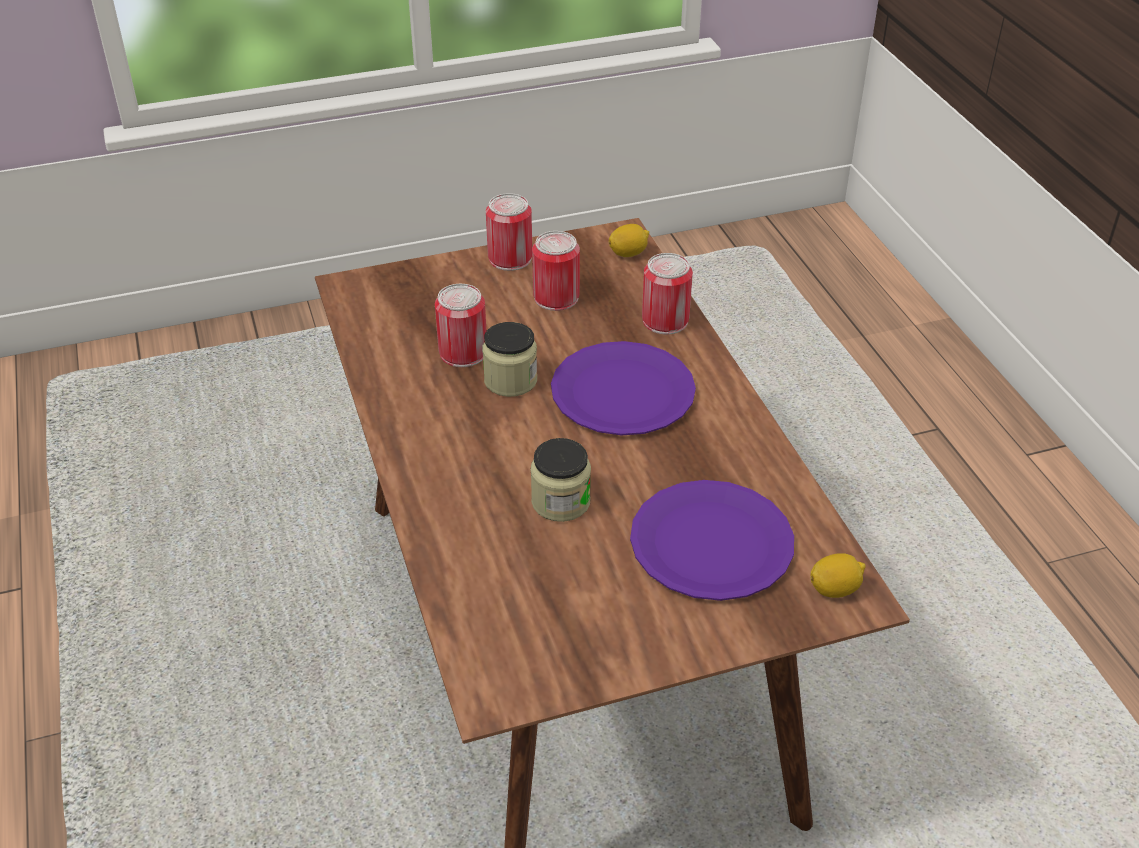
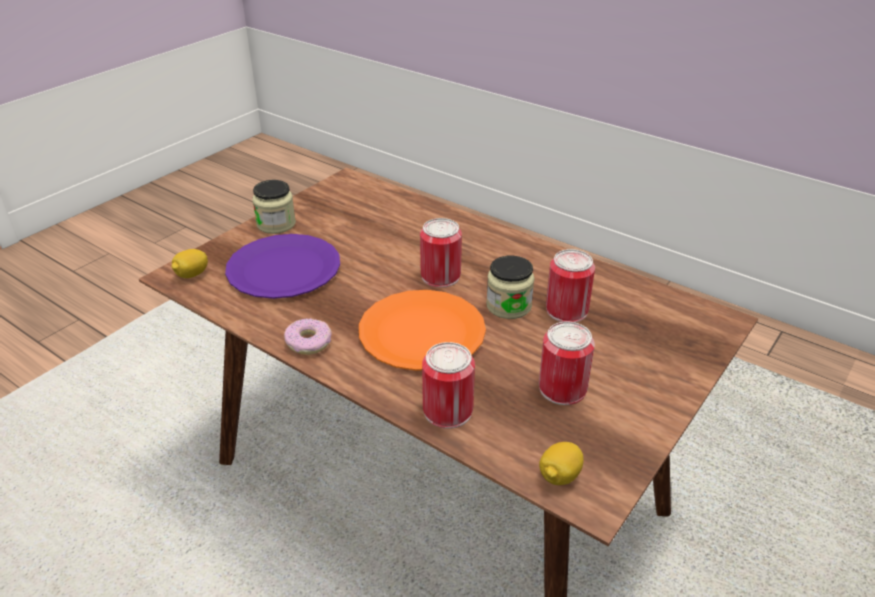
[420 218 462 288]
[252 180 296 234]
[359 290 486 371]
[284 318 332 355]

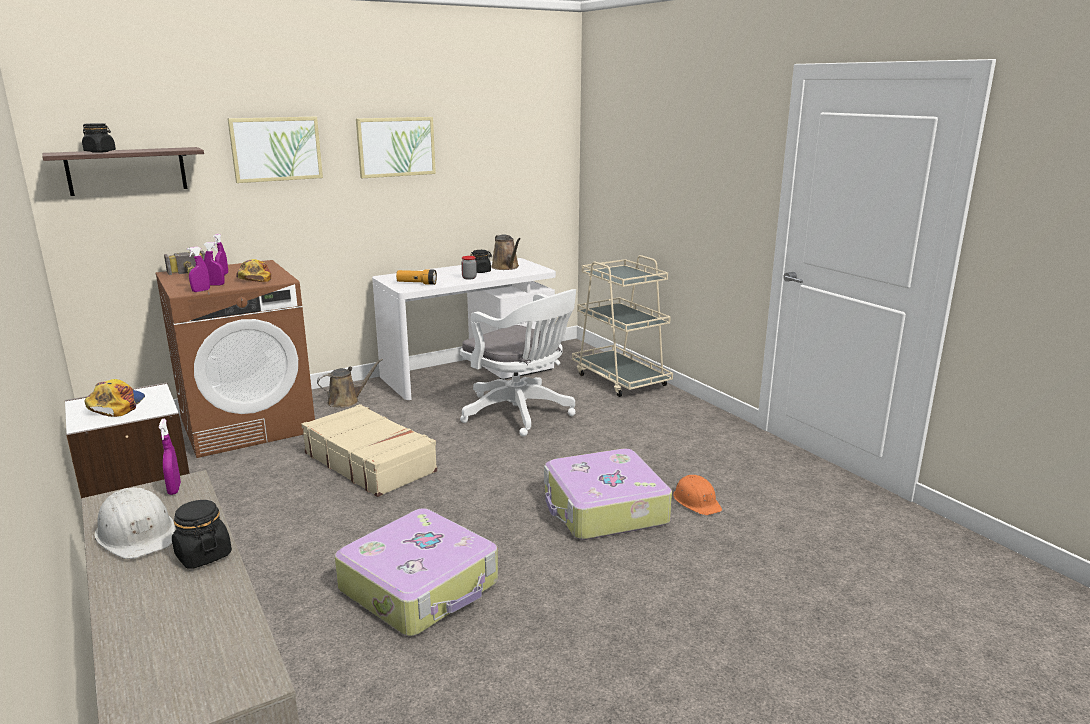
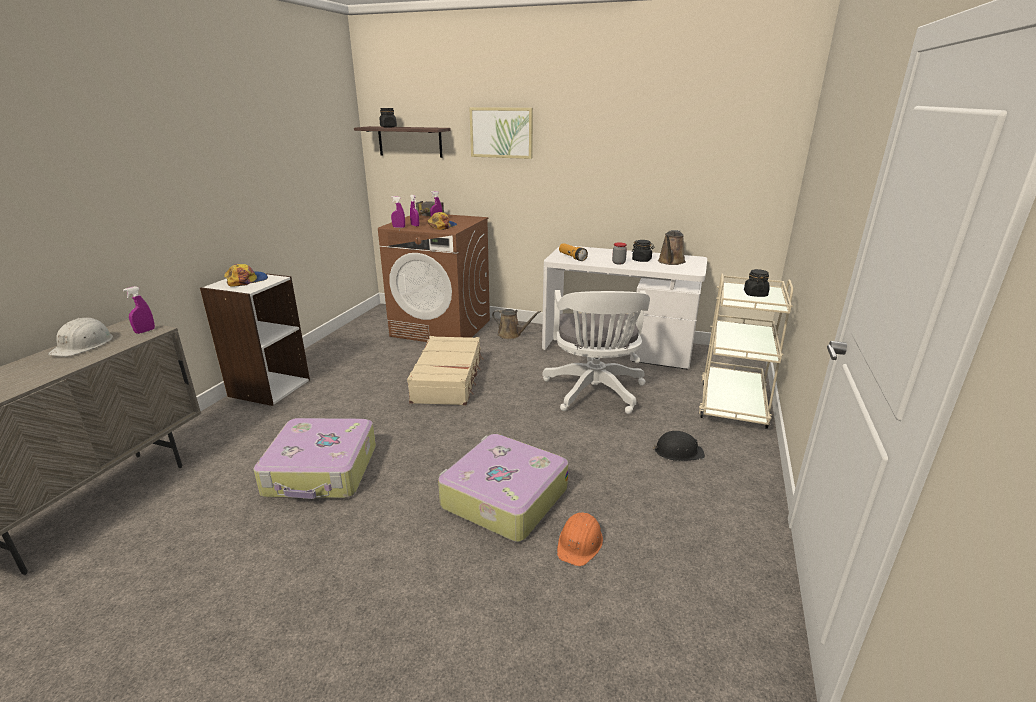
[744 269 770 297]
[356 117 436 178] (first image)
[652 431 705 461]

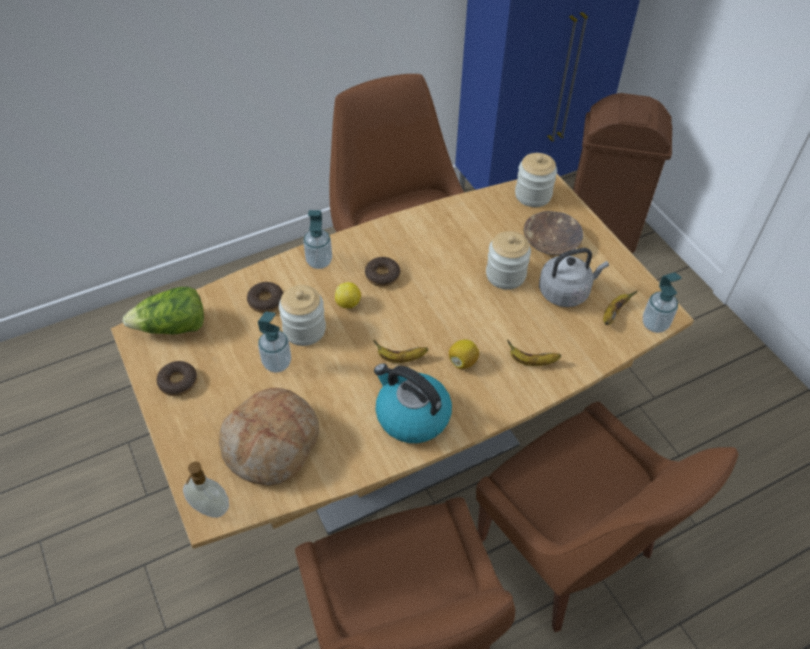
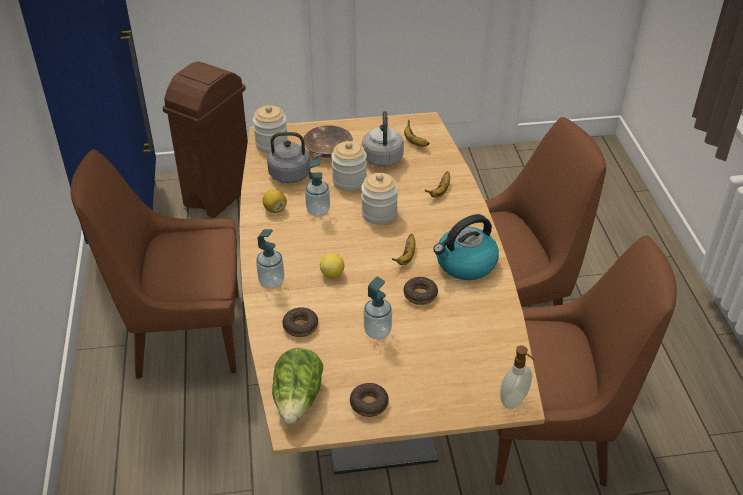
[219 388 319 486] (first image)
[361 173 398 224]
[403 277 438 305]
[263 189 287 213]
[305 159 330 216]
[267 132 322 183]

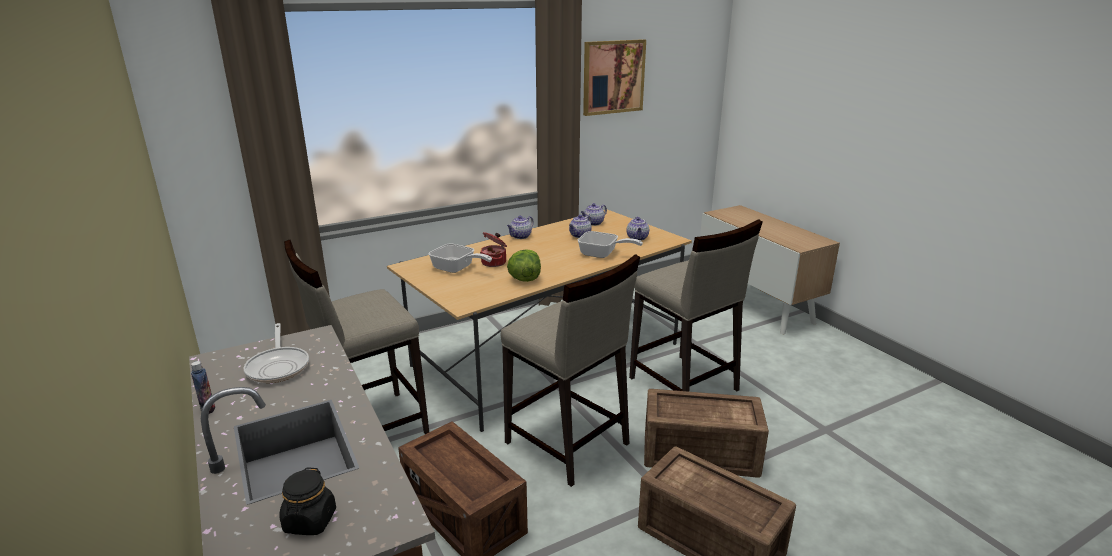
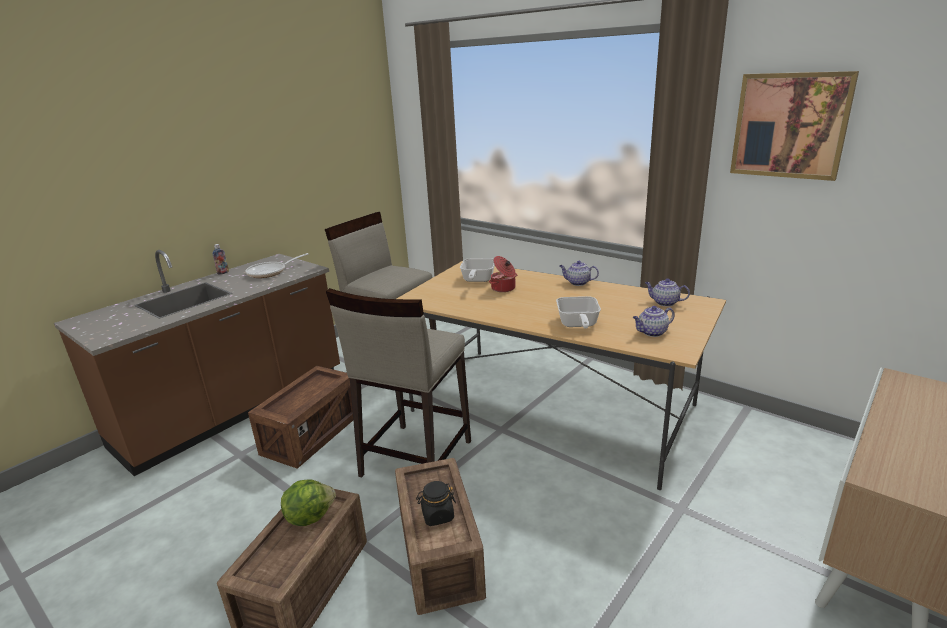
[416 481 456 526]
[281 479 336 526]
[569 215 592 238] (first image)
[629 219 763 392] (first image)

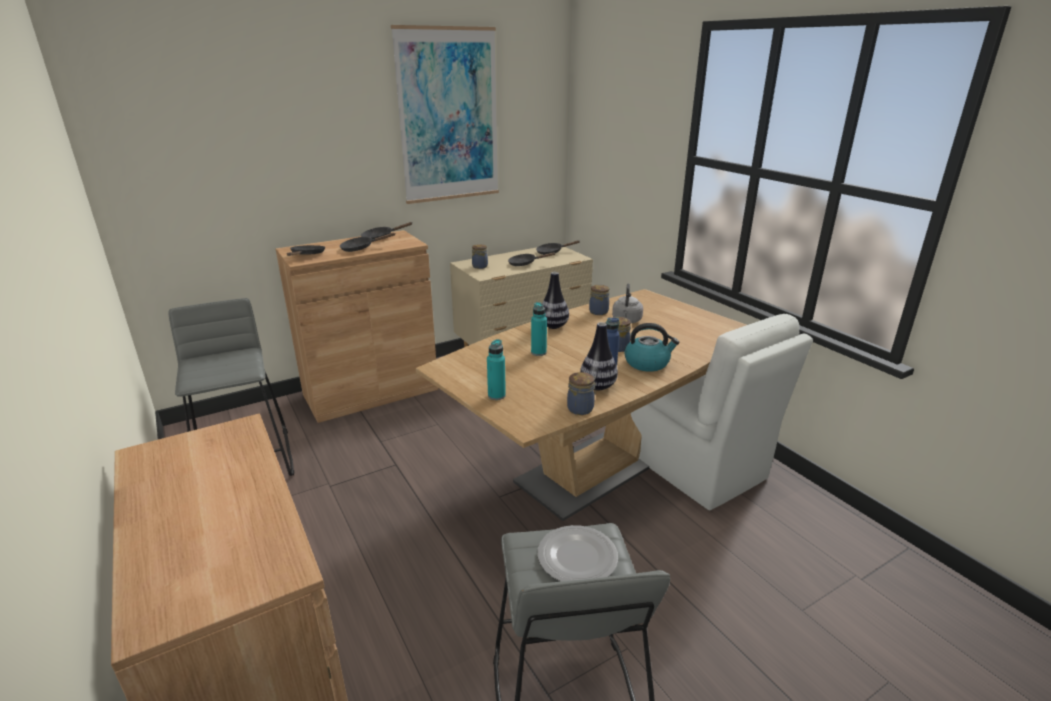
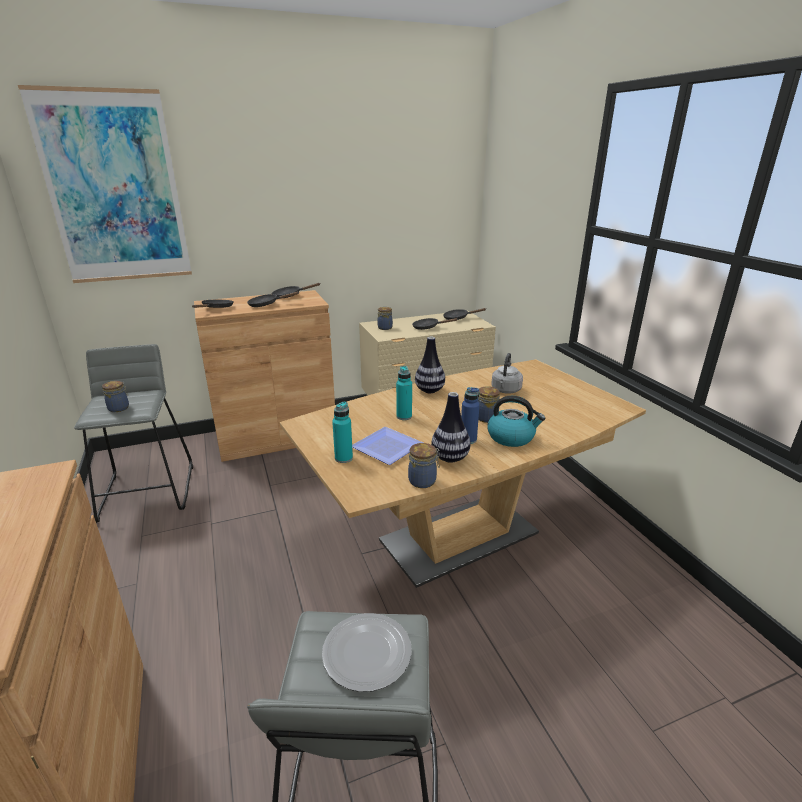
[18 85 192 283]
[102 381 129 412]
[631 314 813 510] (first image)
[352 427 423 465]

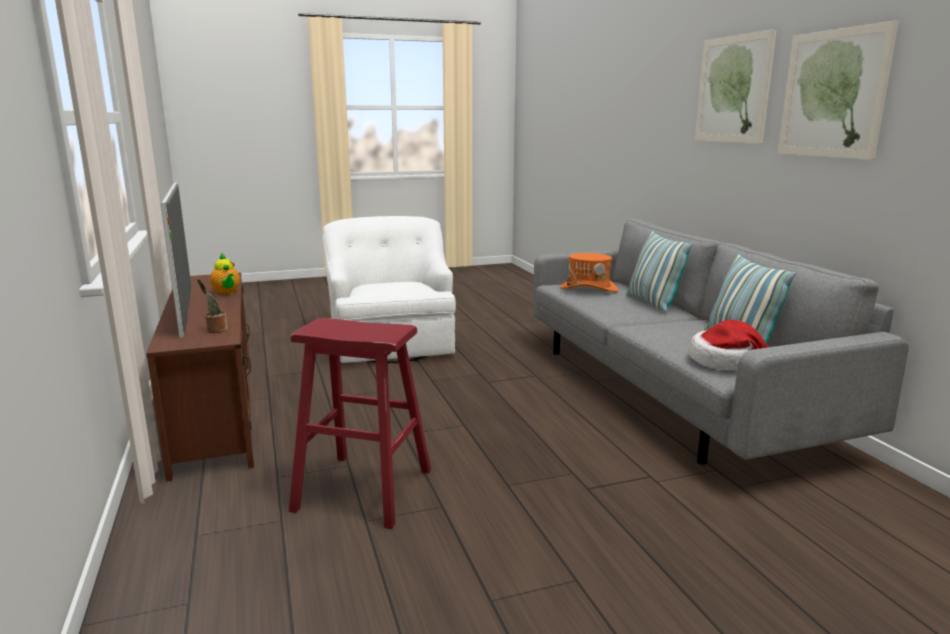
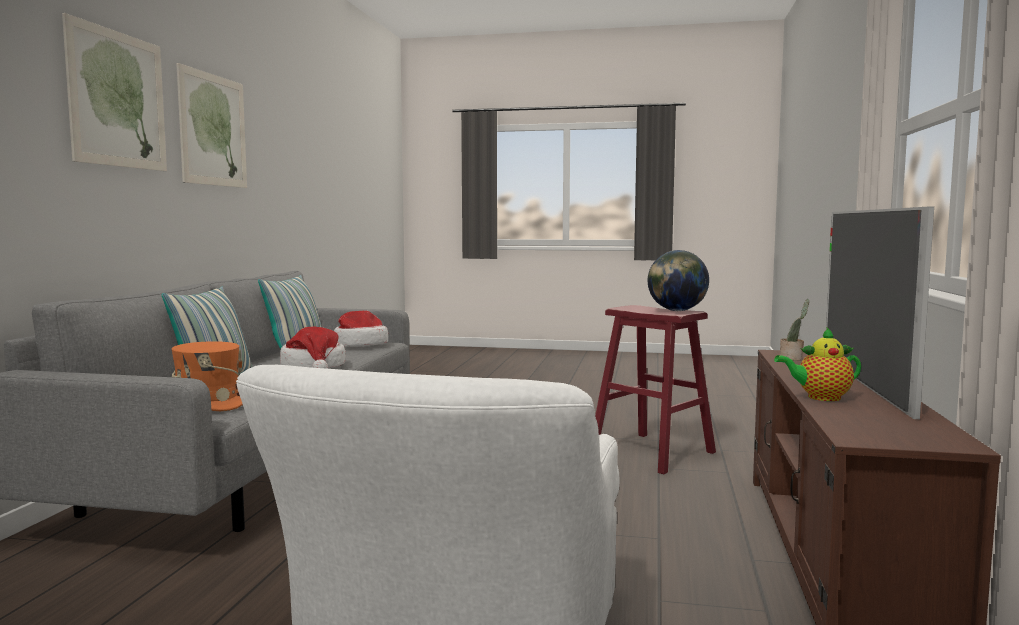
[774 327 861 401]
[280 327 346 369]
[648 250 709 311]

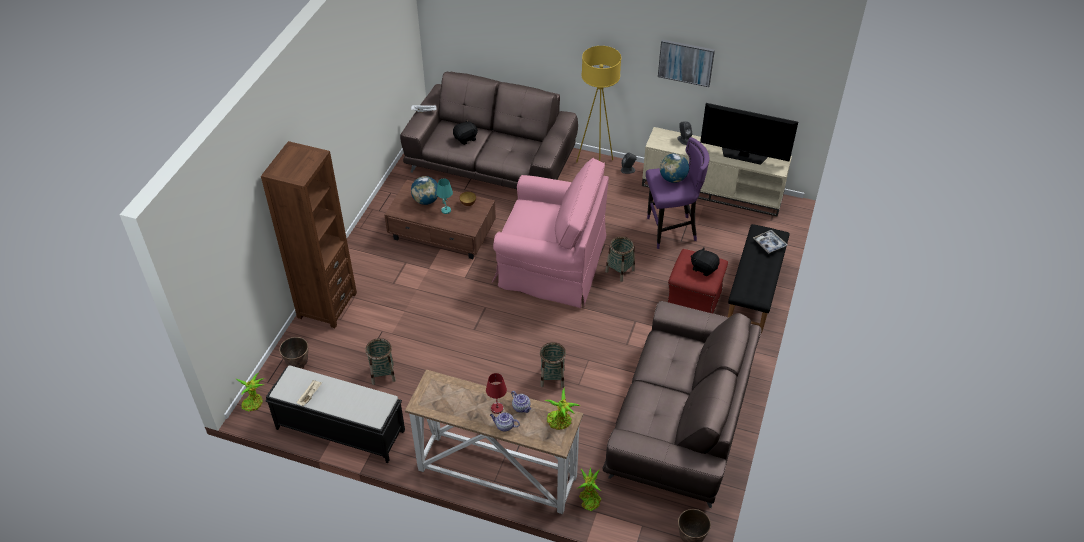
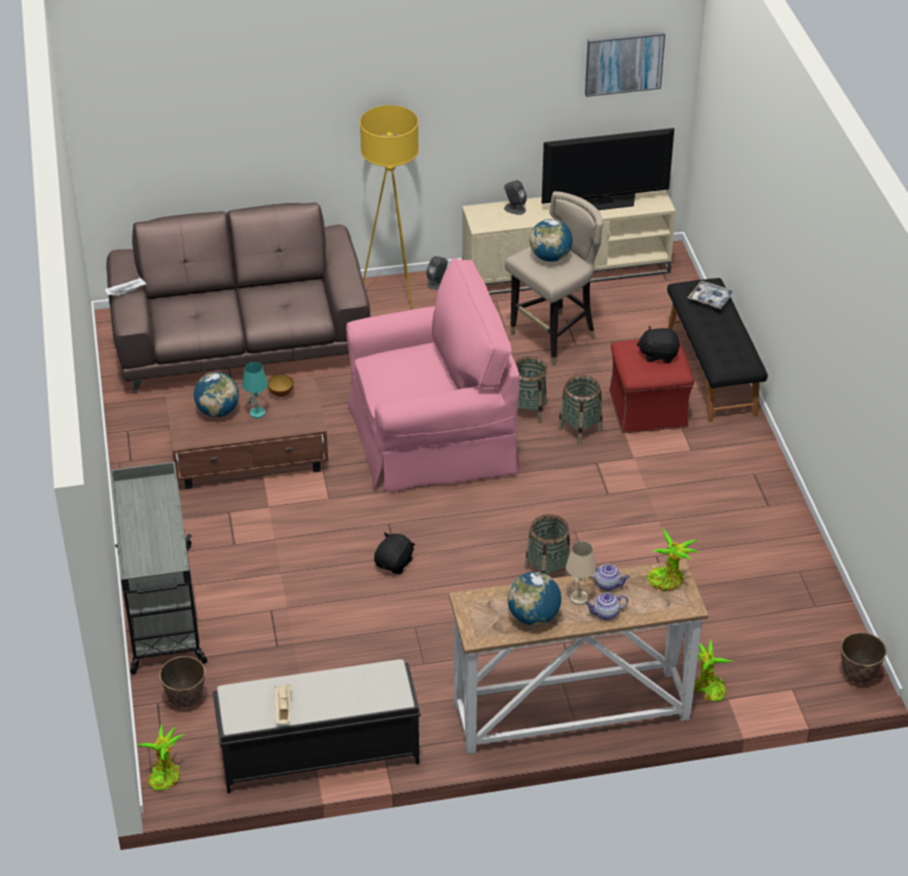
[110 462 207 674]
[558 375 603 445]
[374 532 415 574]
[566 541 596 605]
[602 301 761 508] (first image)
[505 191 603 366]
[585 31 665 97]
[507 572 561 626]

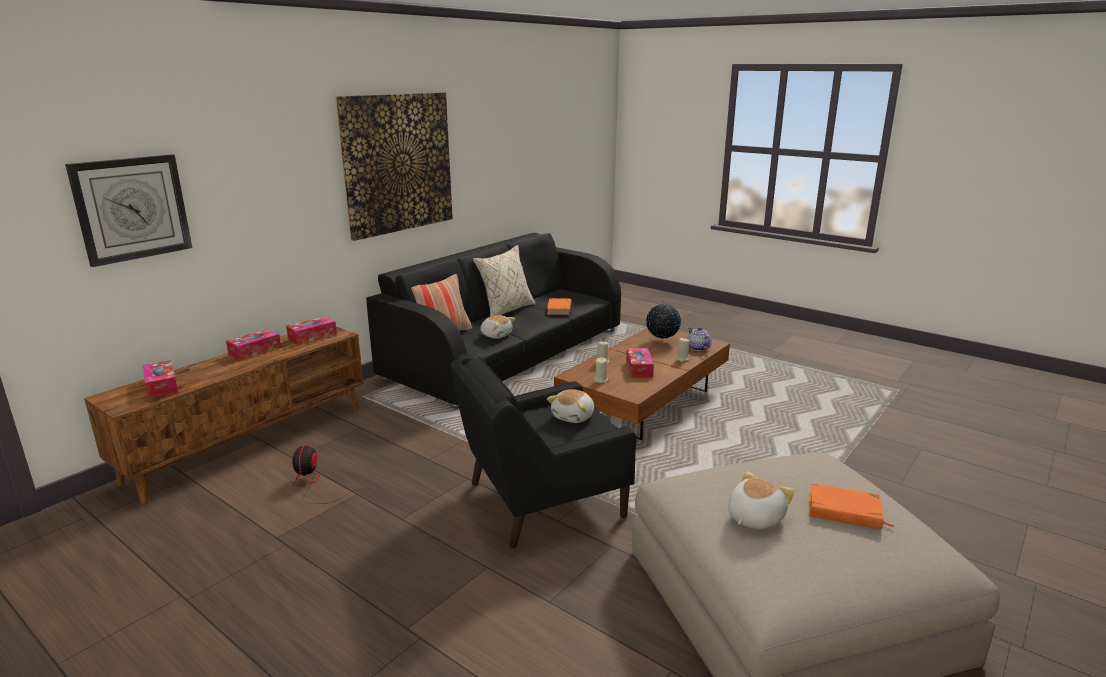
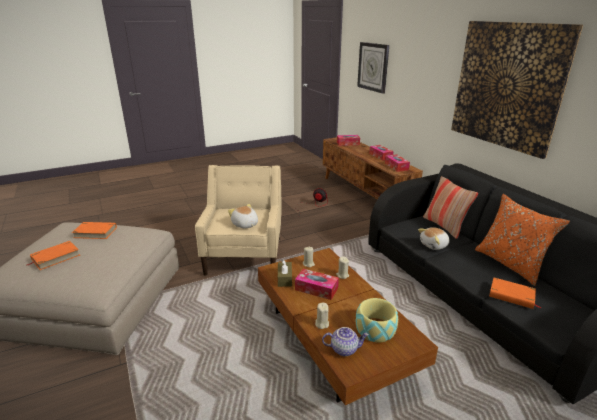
[195 165 281 276]
[475 194 570 286]
[356 298 398 343]
[72 222 117 239]
[278 260 292 287]

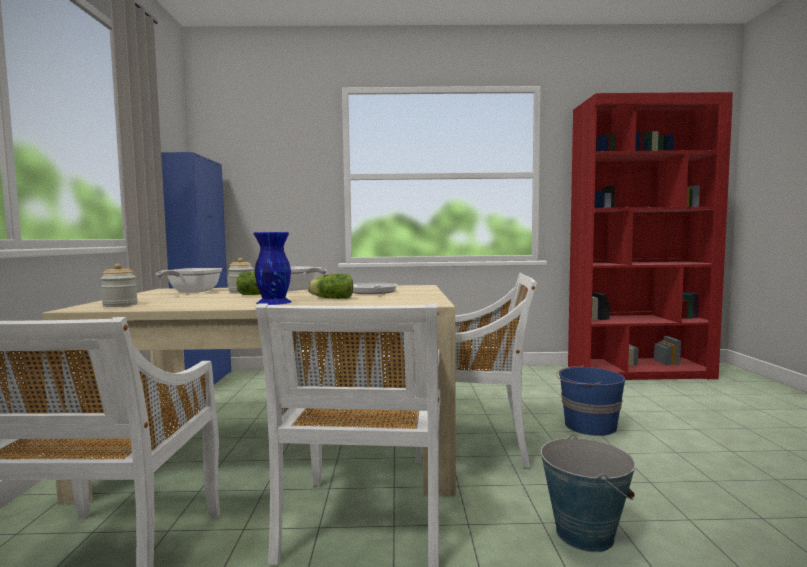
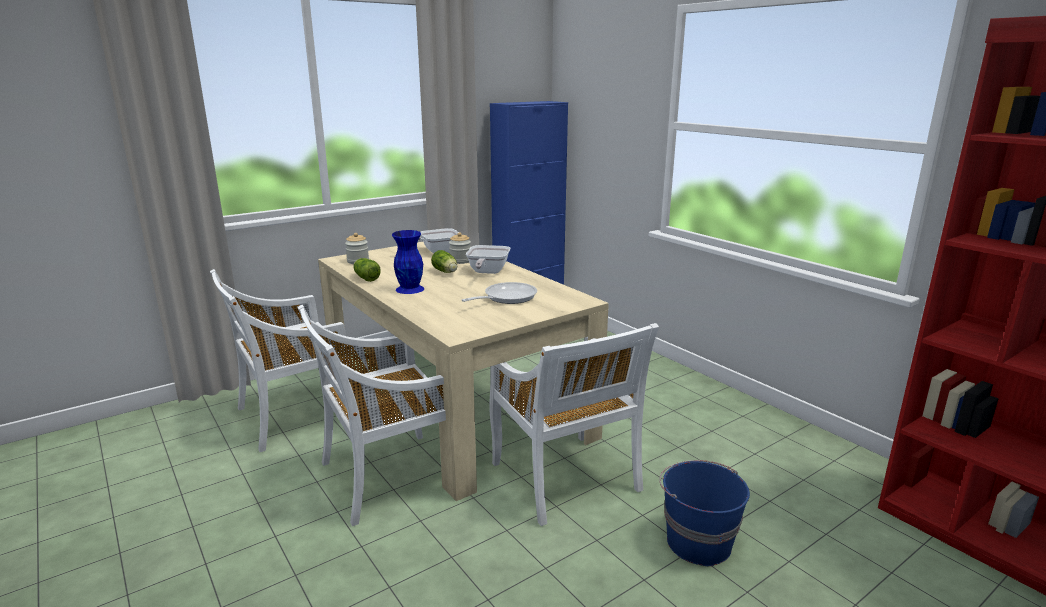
[353 258 381 282]
[541 435 636 552] (first image)

